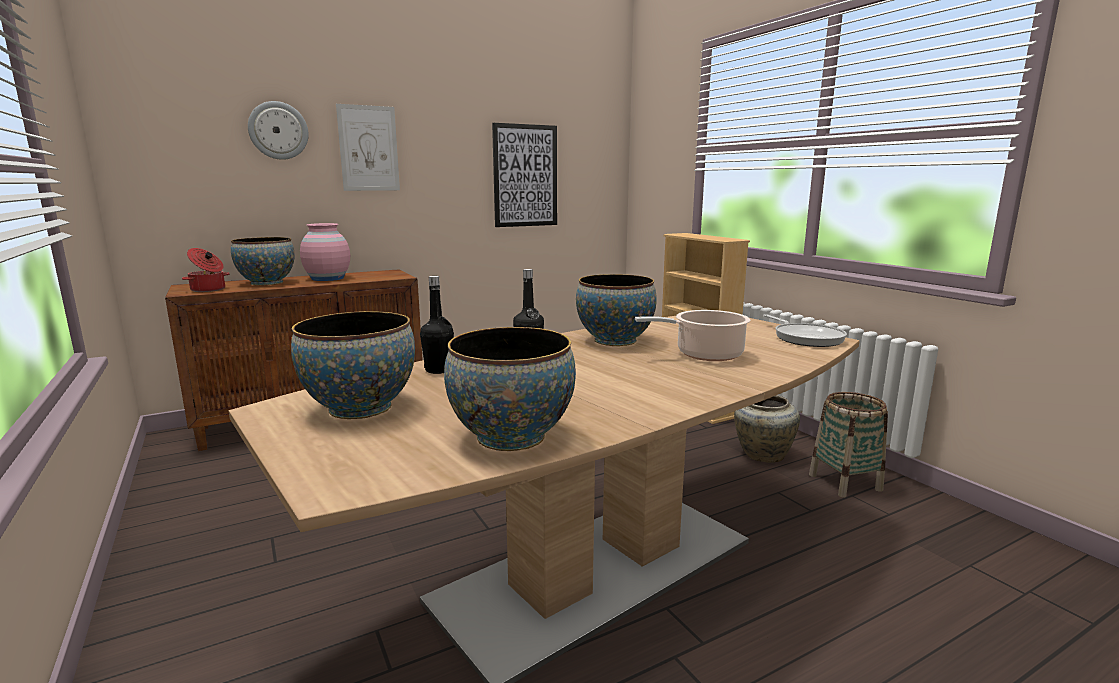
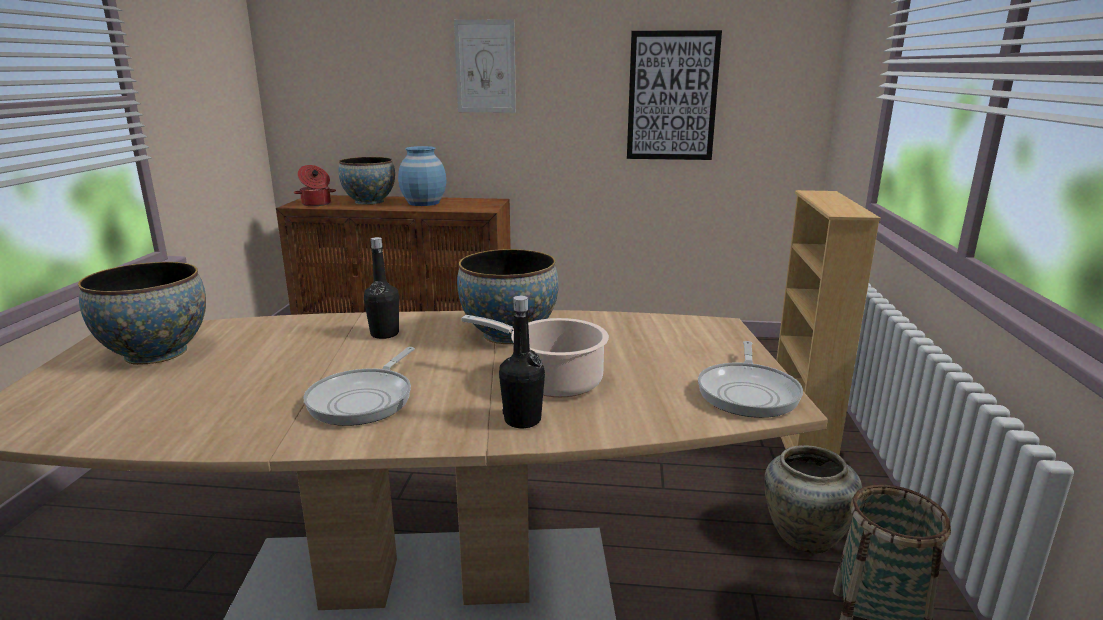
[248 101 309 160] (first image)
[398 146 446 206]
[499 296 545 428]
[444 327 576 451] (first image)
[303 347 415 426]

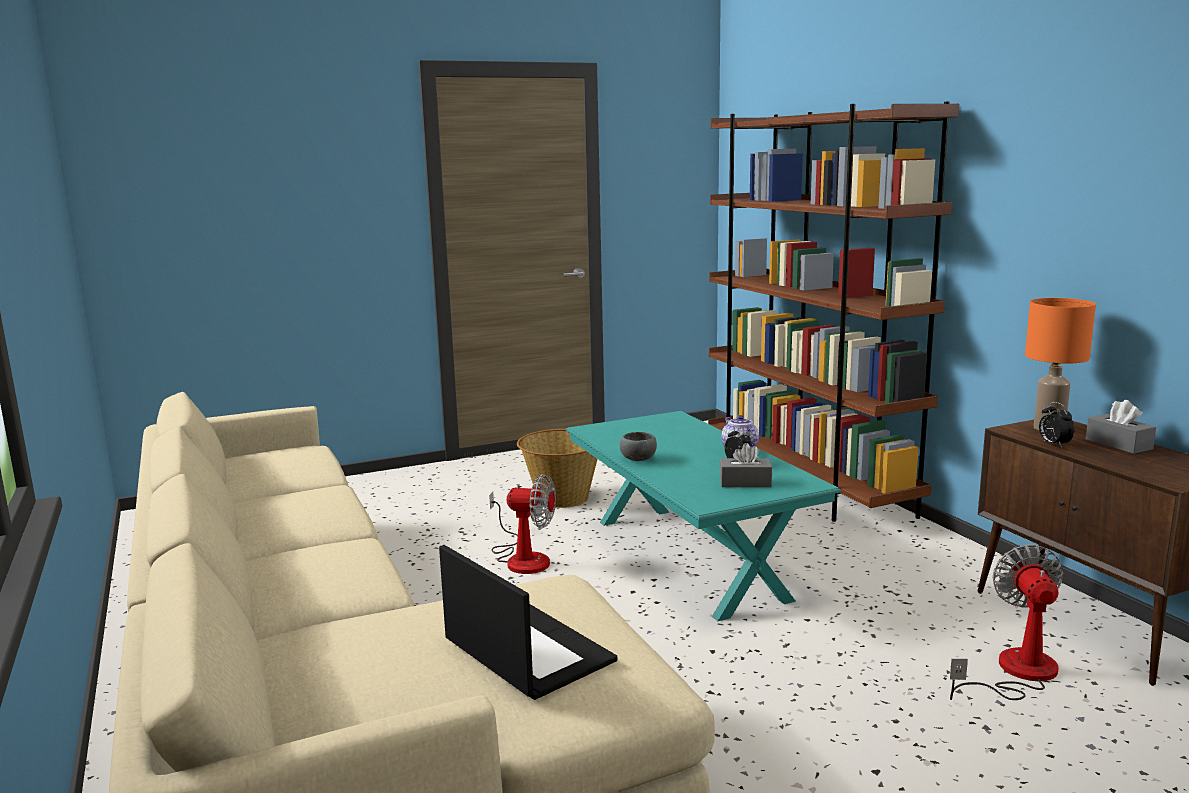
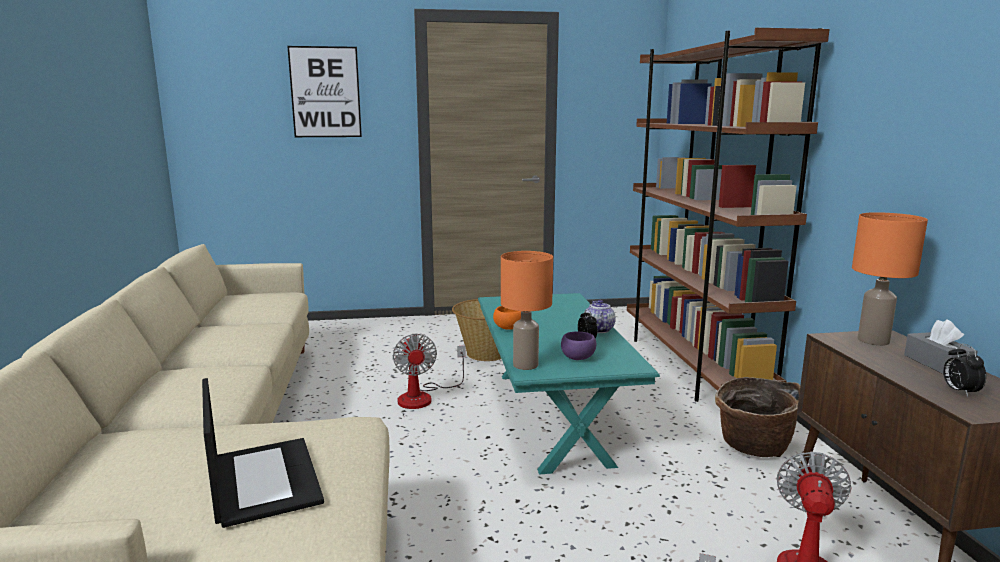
[393 334 466 409]
[493 306 521 330]
[561 331 596 360]
[943 344 986 397]
[287 46 362 137]
[501 251 553 370]
[715 377 800 457]

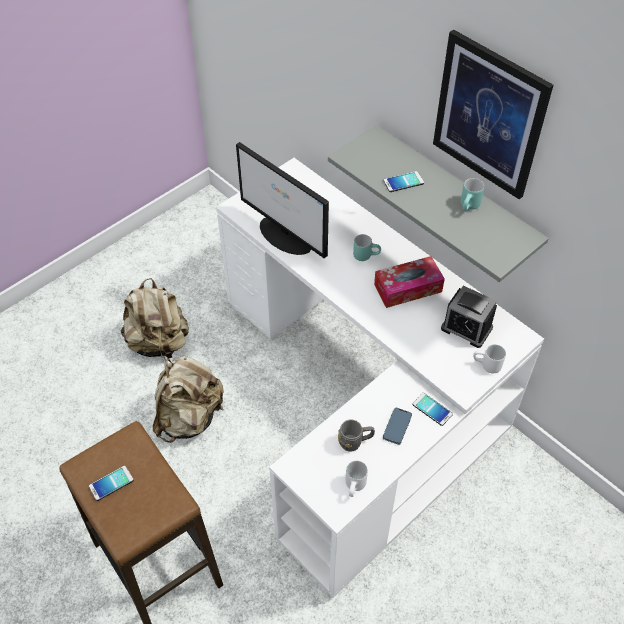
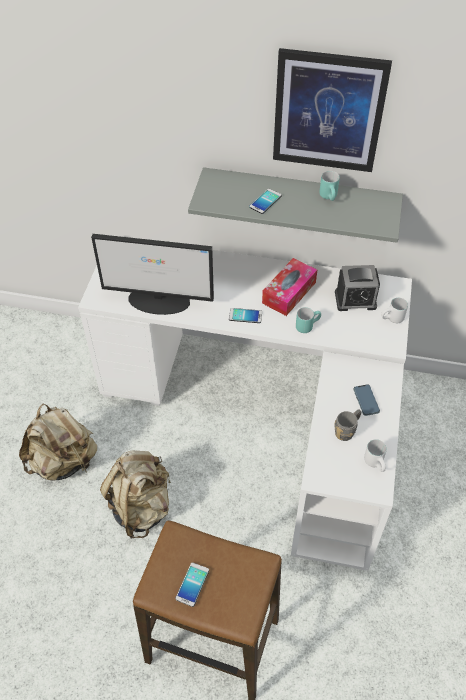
[296 307 321 333]
[229 308 262 323]

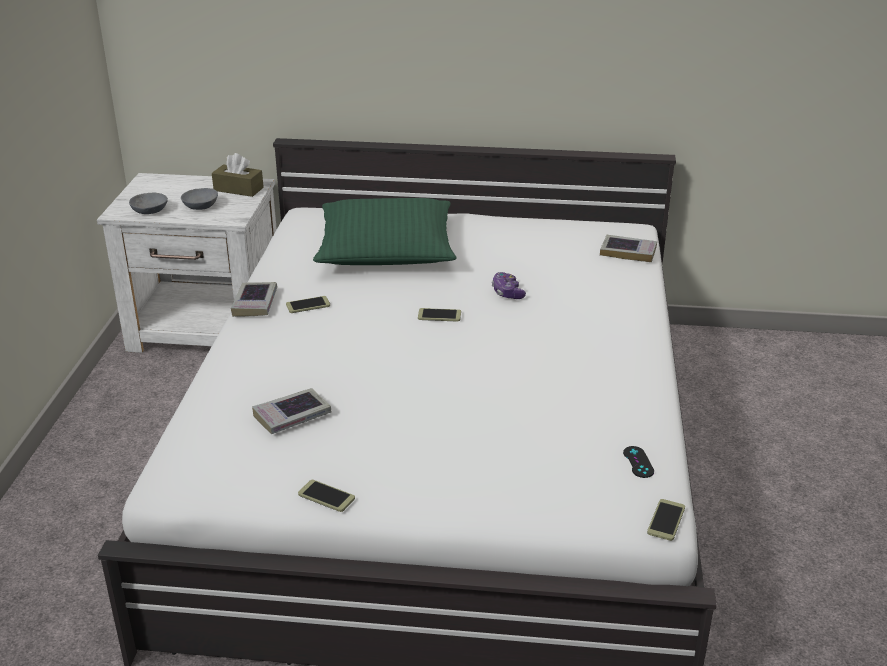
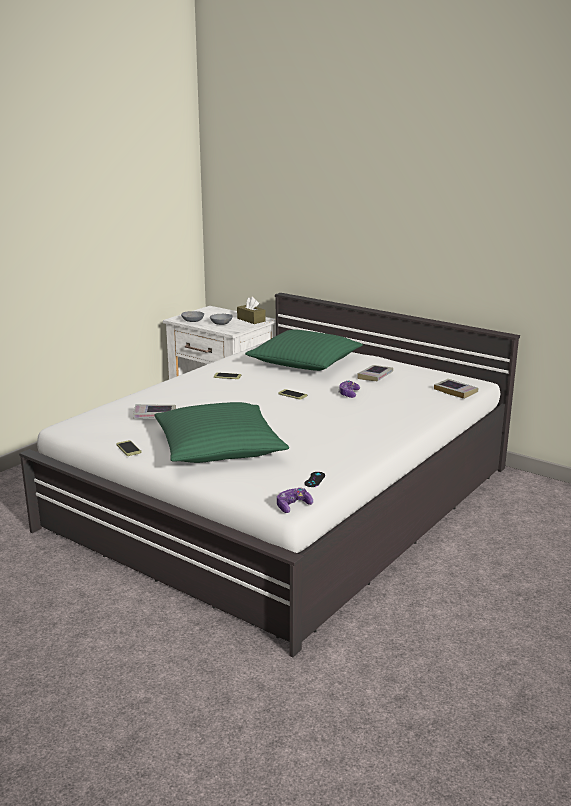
[357 365 393 381]
[277 488 313 513]
[154 402 289 463]

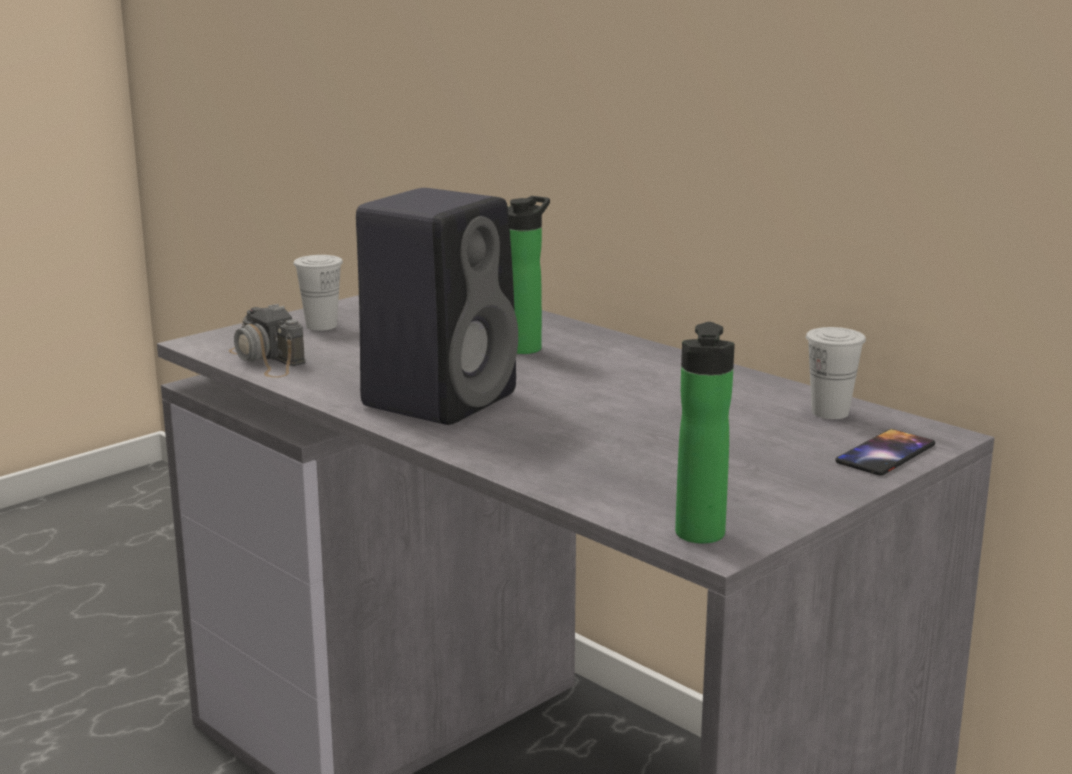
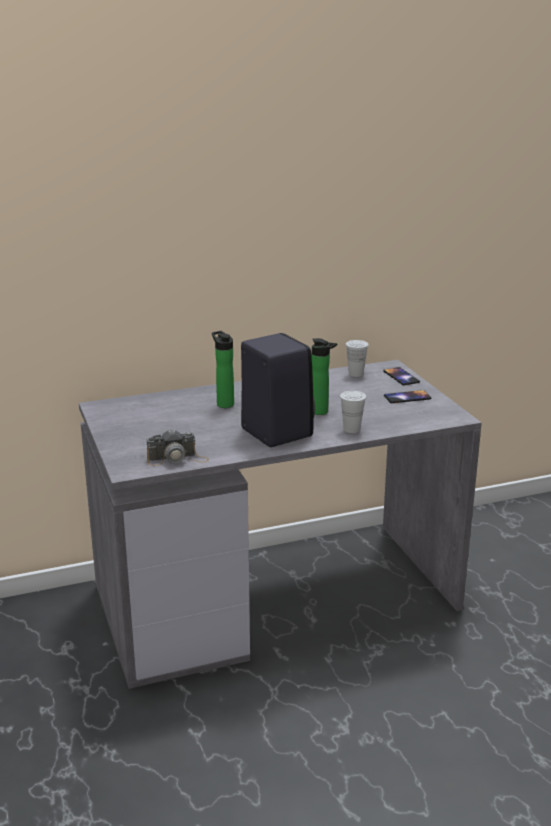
[340 391 366 433]
[312 338 337 415]
[384 390 431 403]

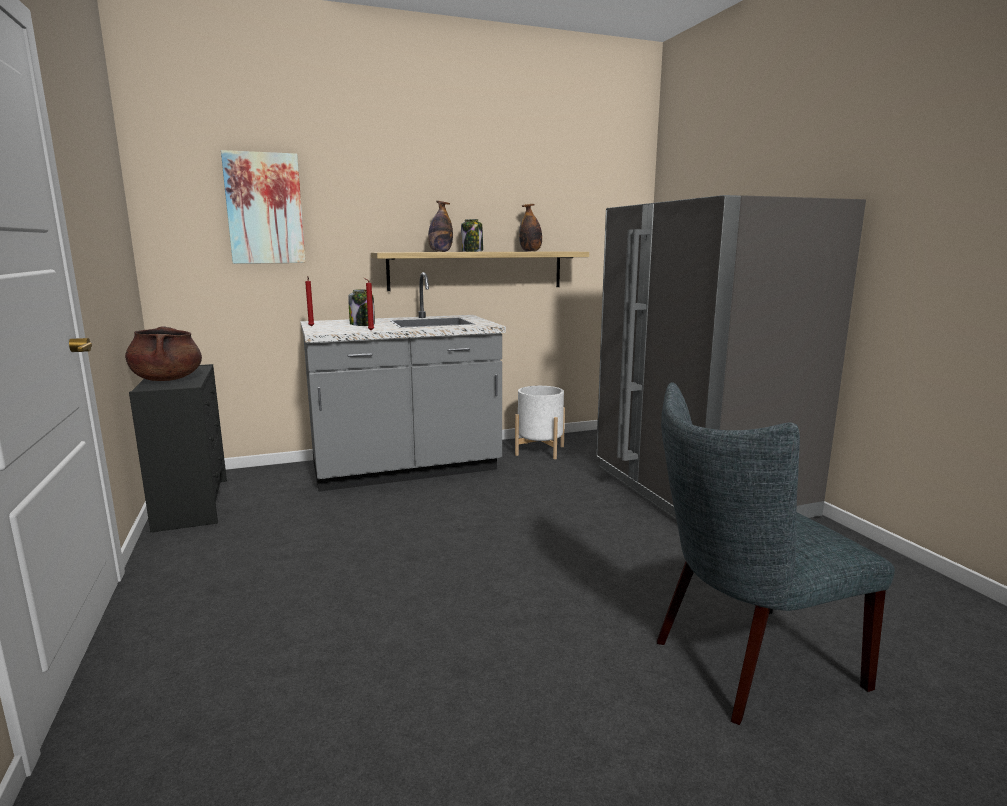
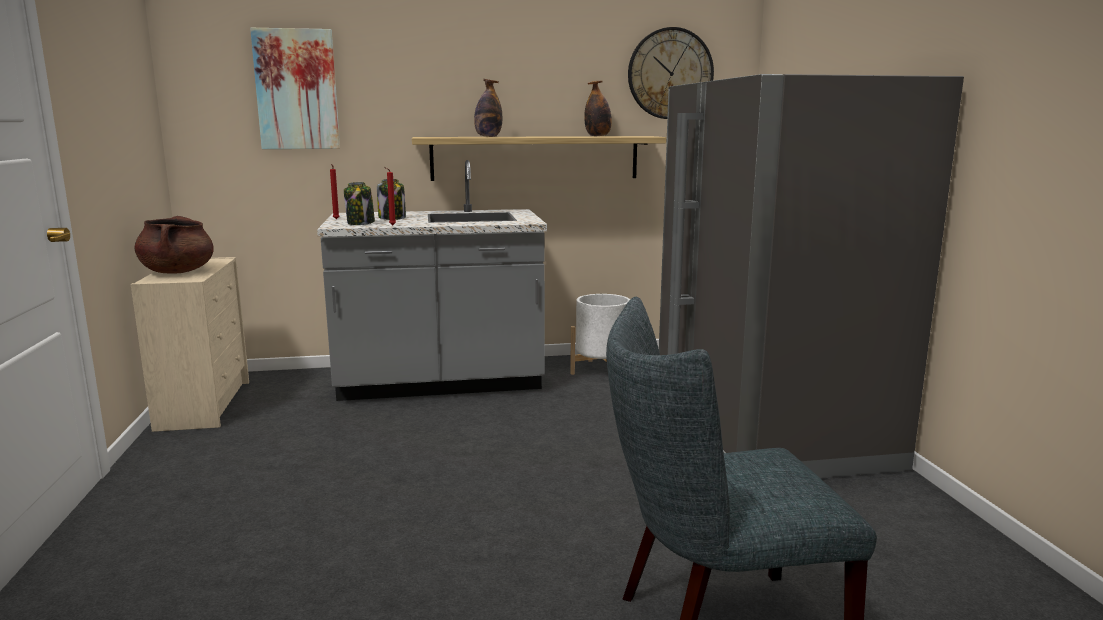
[131 257 249 432]
[344 182 375 225]
[628 27 714 119]

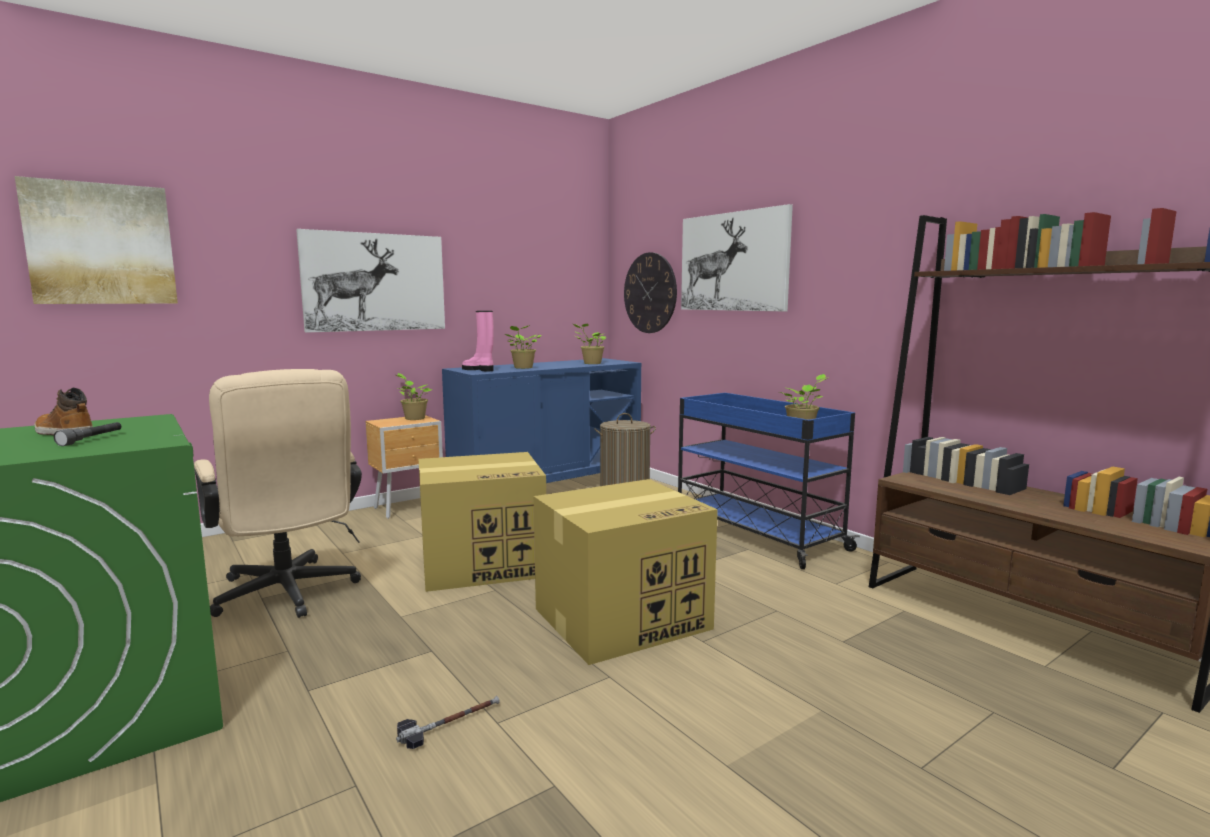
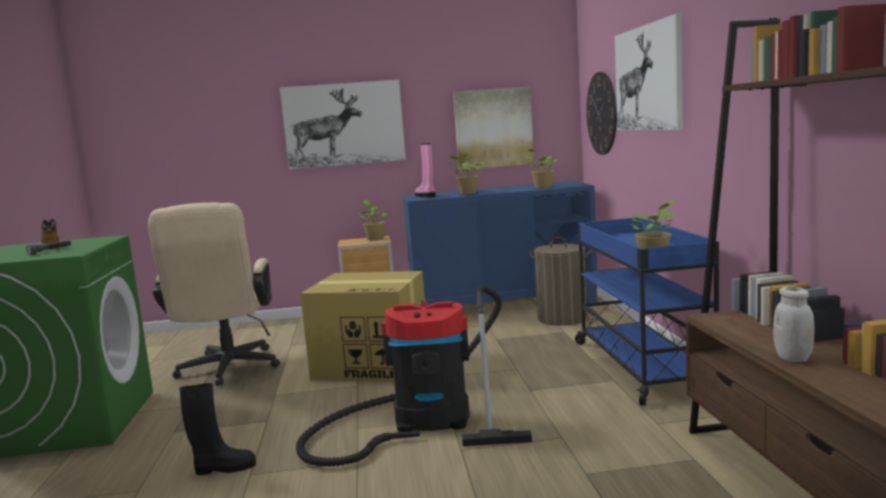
[453 86 534 170]
[179 383 256 475]
[296 286 532 467]
[773 286 815 362]

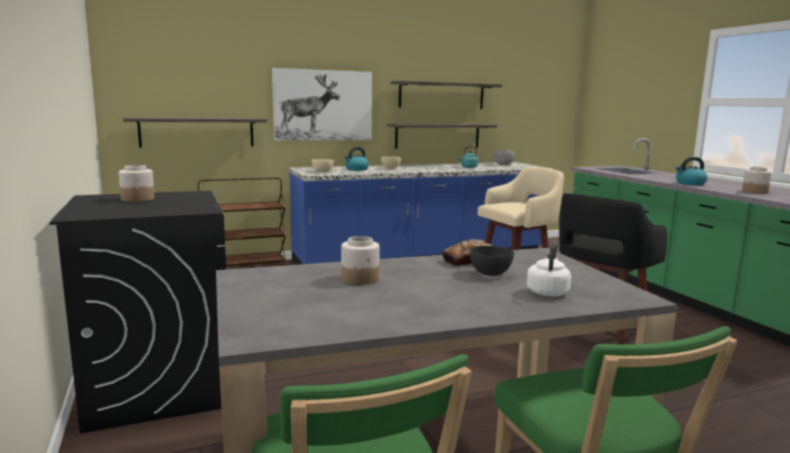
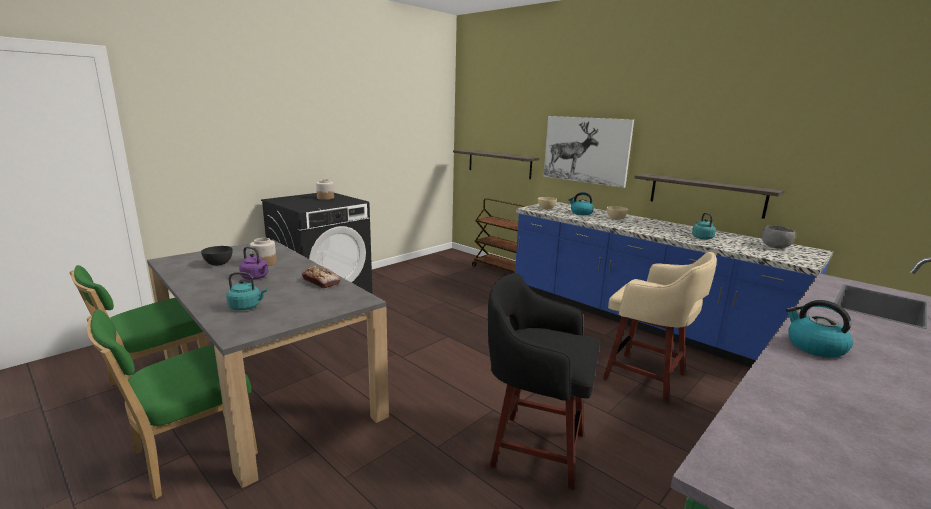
[390 81 502 109] (first image)
[201 246 233 266]
[226 272 267 310]
[742 167 772 194] (first image)
[239 246 268 280]

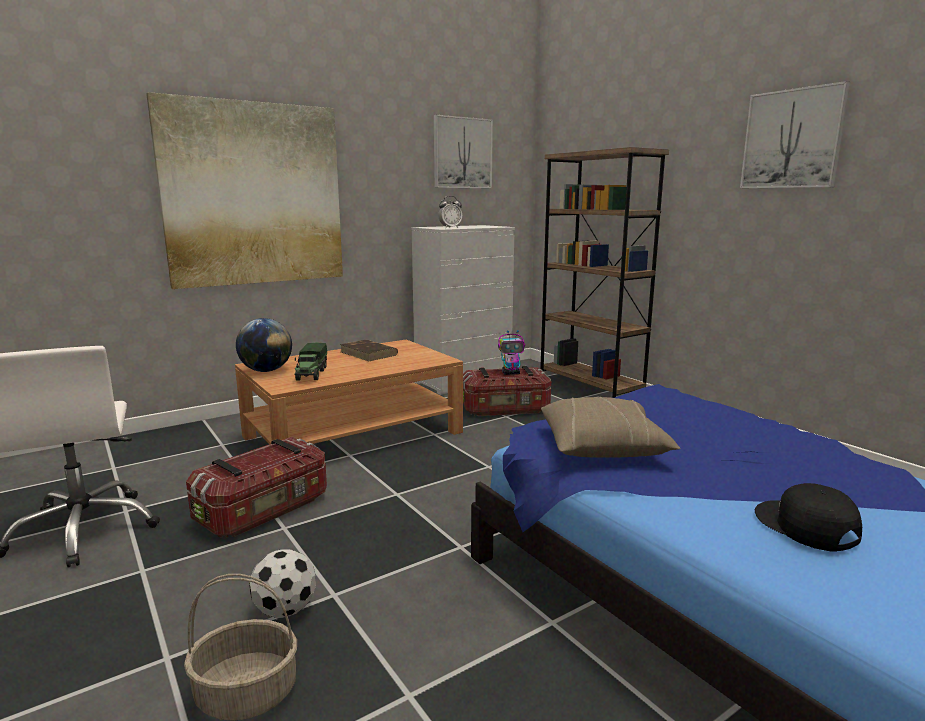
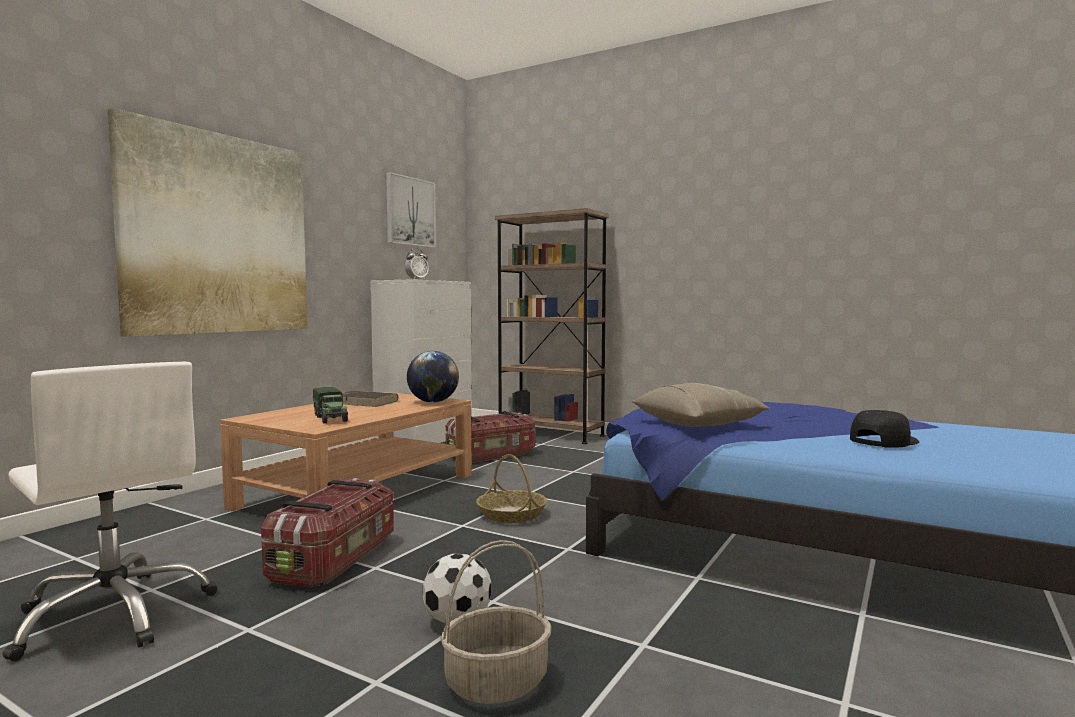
[407 351 459 403]
[498 330 525 375] (first image)
[740 81 850 188] (first image)
[850 410 919 448]
[476 454 547 523]

